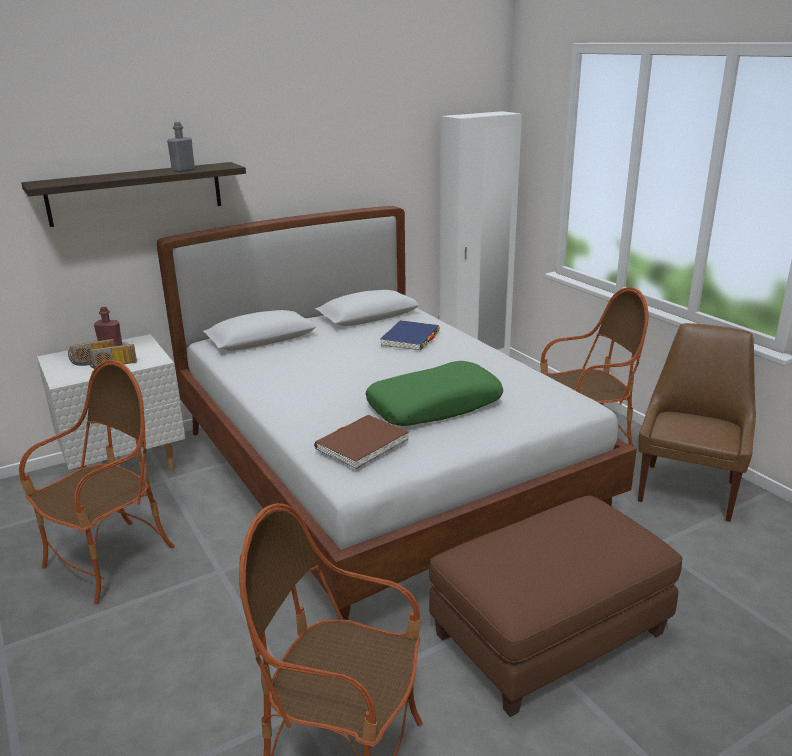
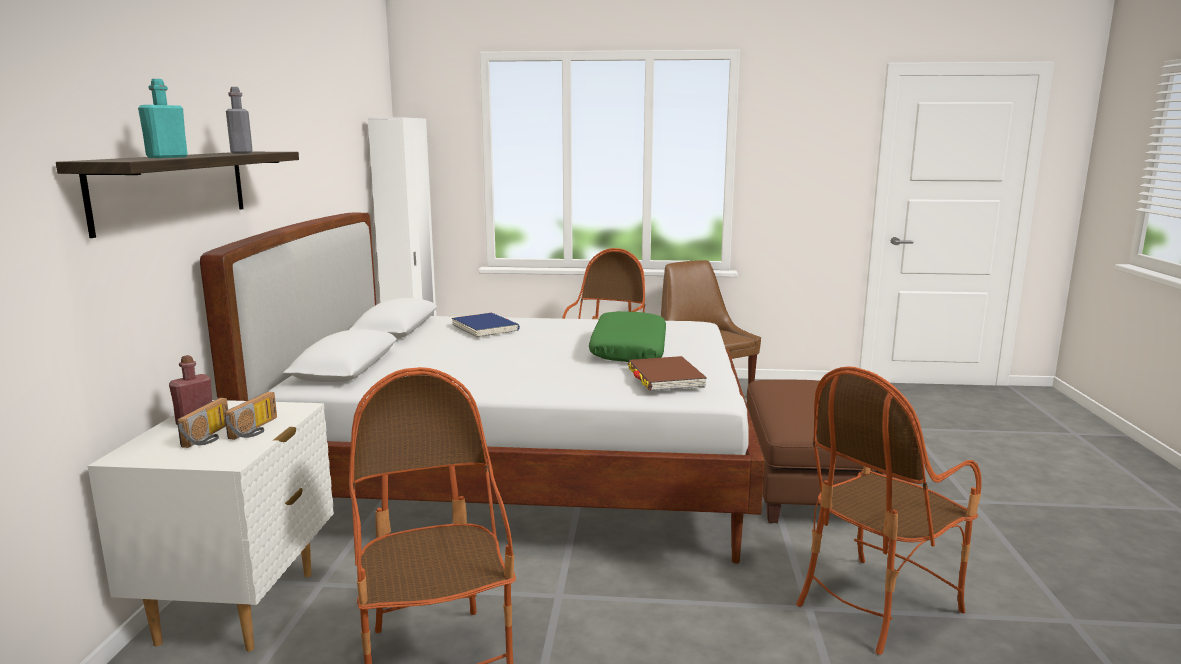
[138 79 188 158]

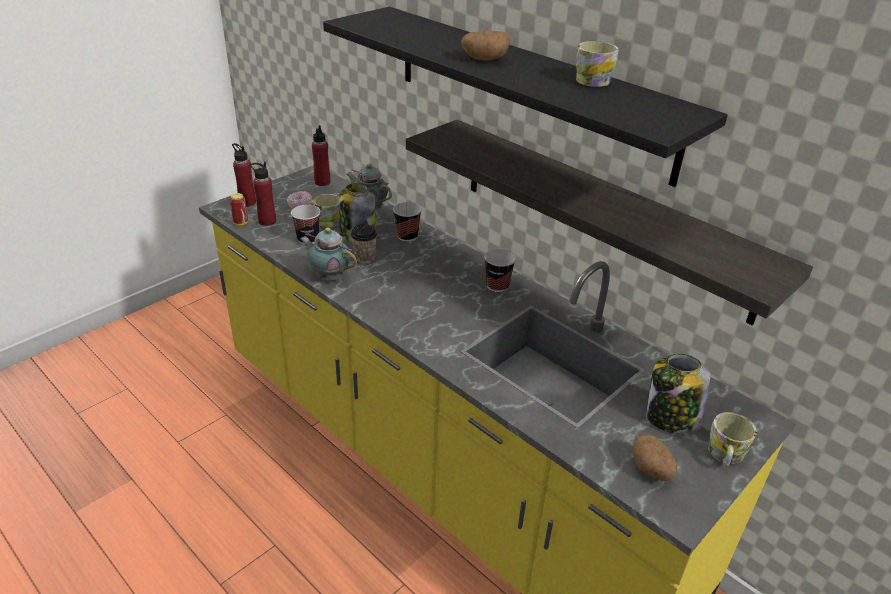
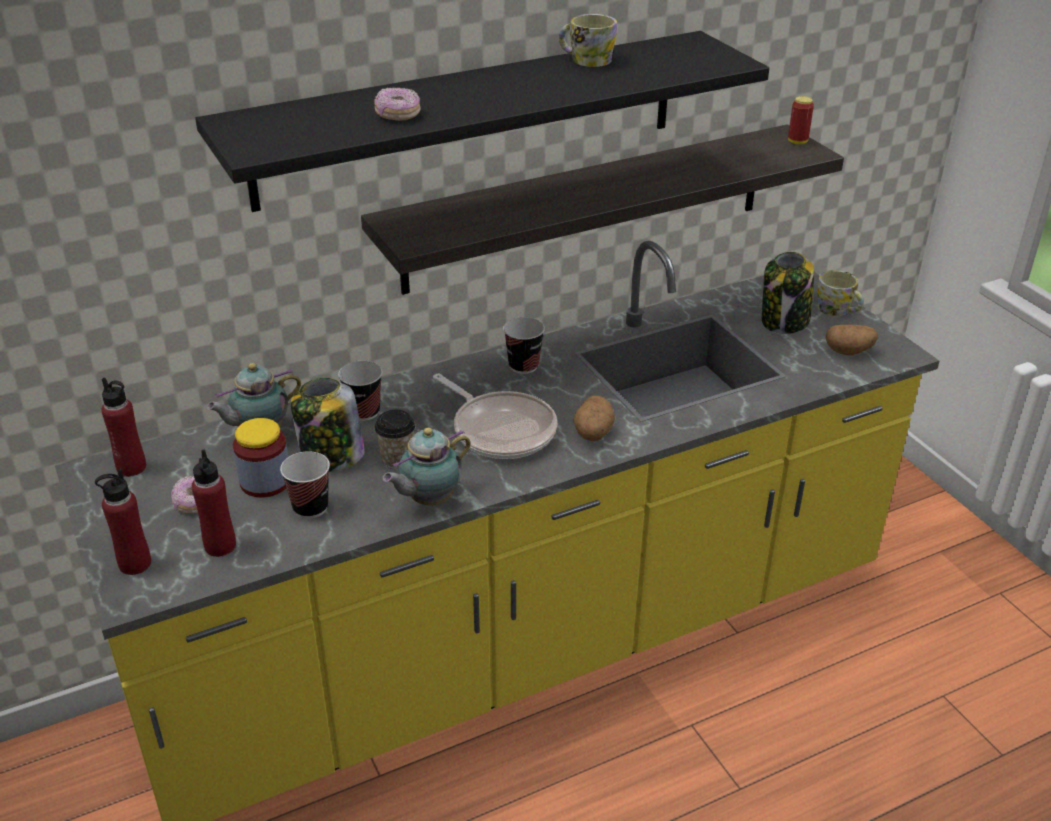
[573 396 615 441]
[788 96 814 144]
[233 418 288 498]
[374 87 420 121]
[433 374 557 459]

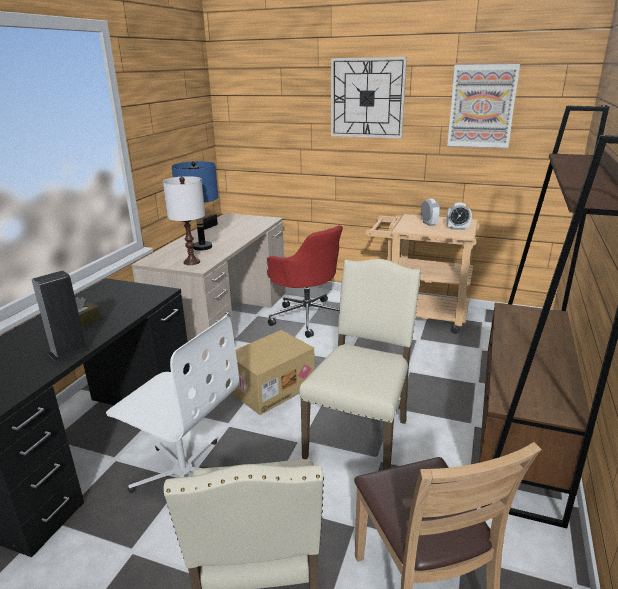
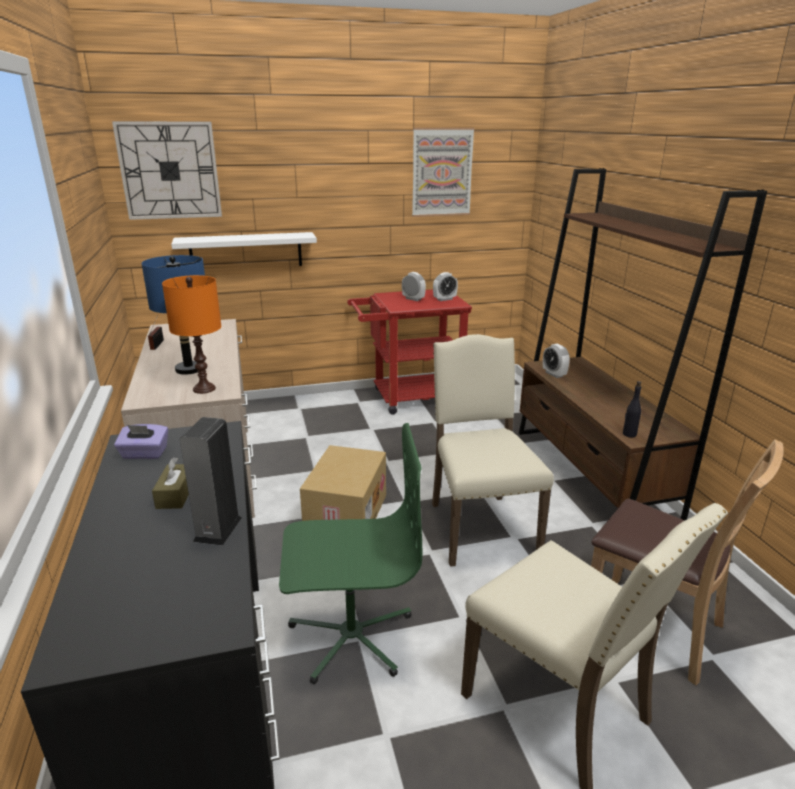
[112 121 222 220]
[162 275 221 394]
[347 289 472 415]
[267 225 343 338] (first image)
[279 423 422 684]
[171 232 317 266]
[543 344 570 378]
[623 381 641 438]
[114 424 168 459]

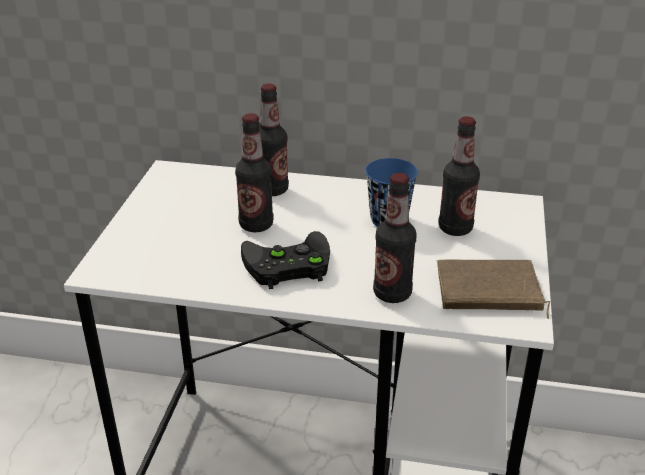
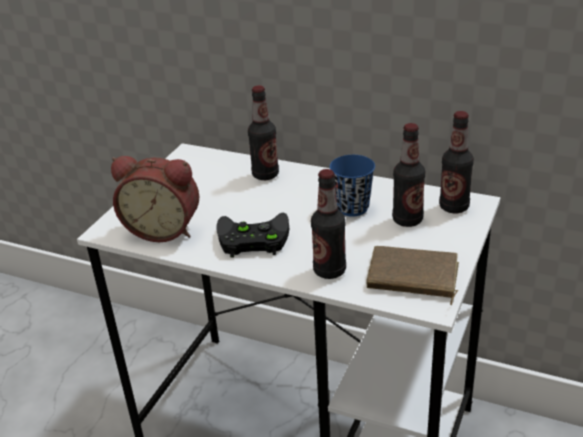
[439 111 474 213]
[111 156 199 242]

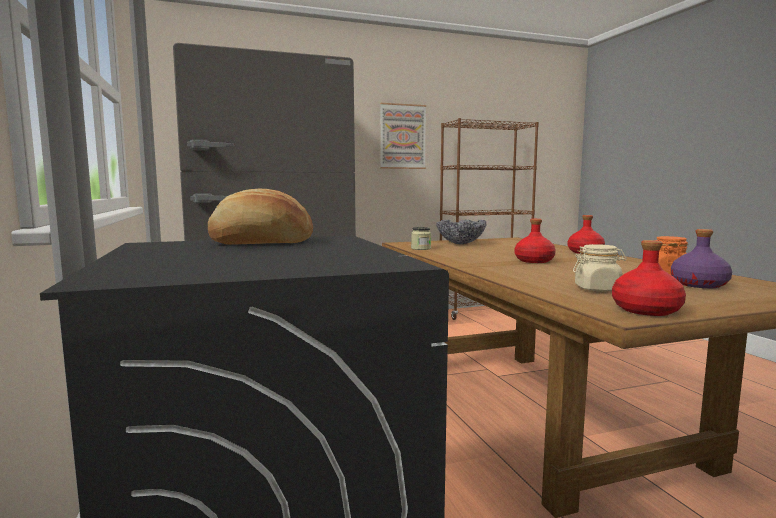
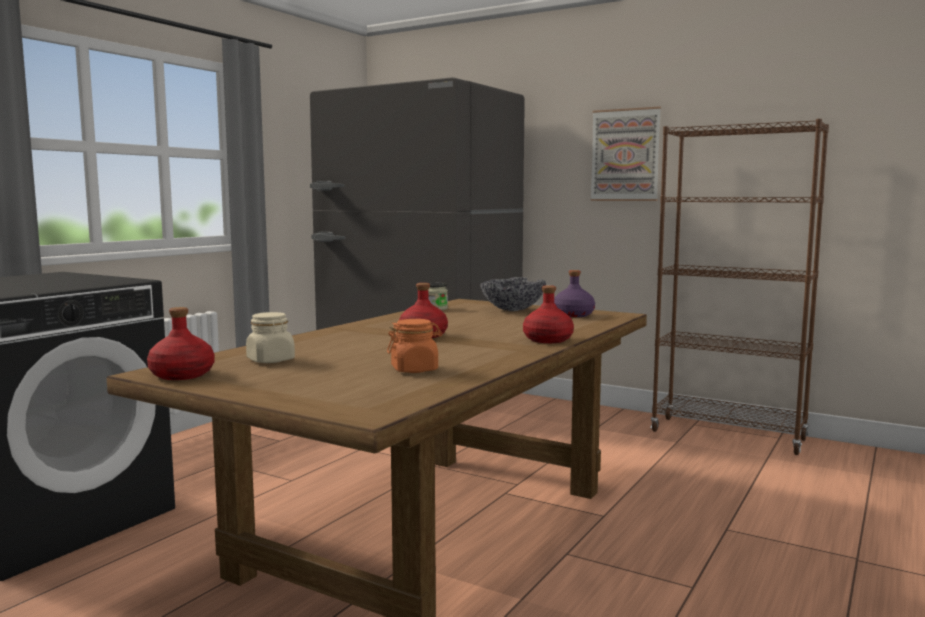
[208 189 313 245] (first image)
[554 270 595 317]

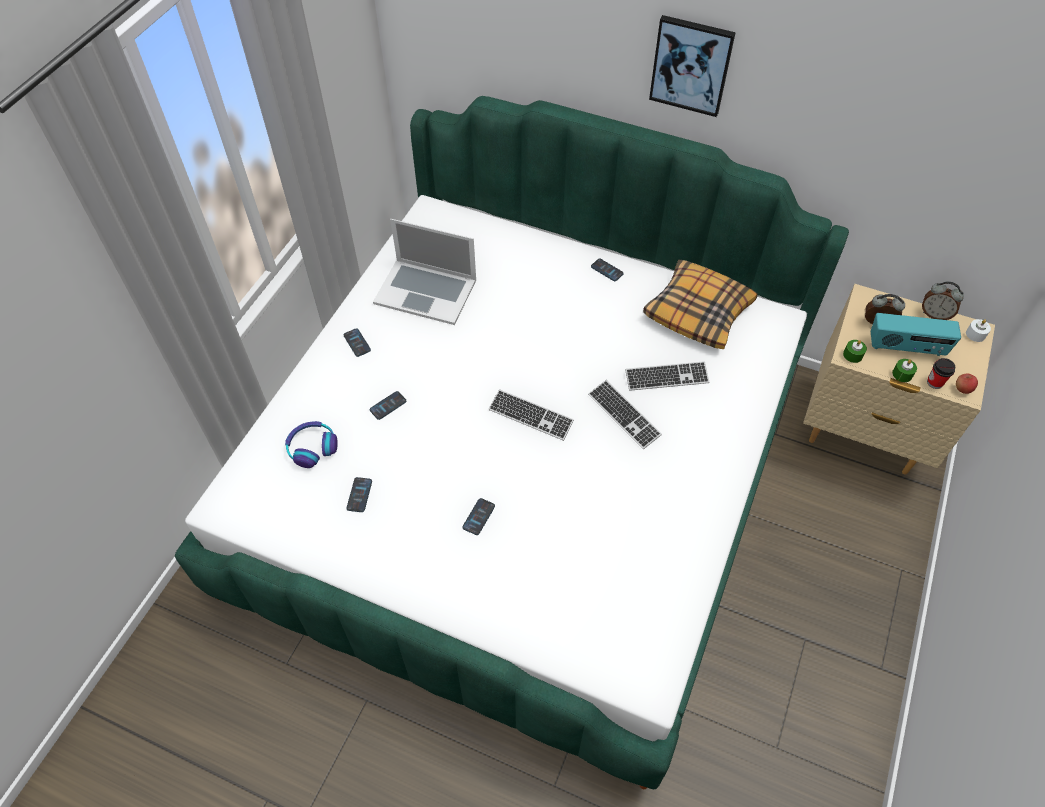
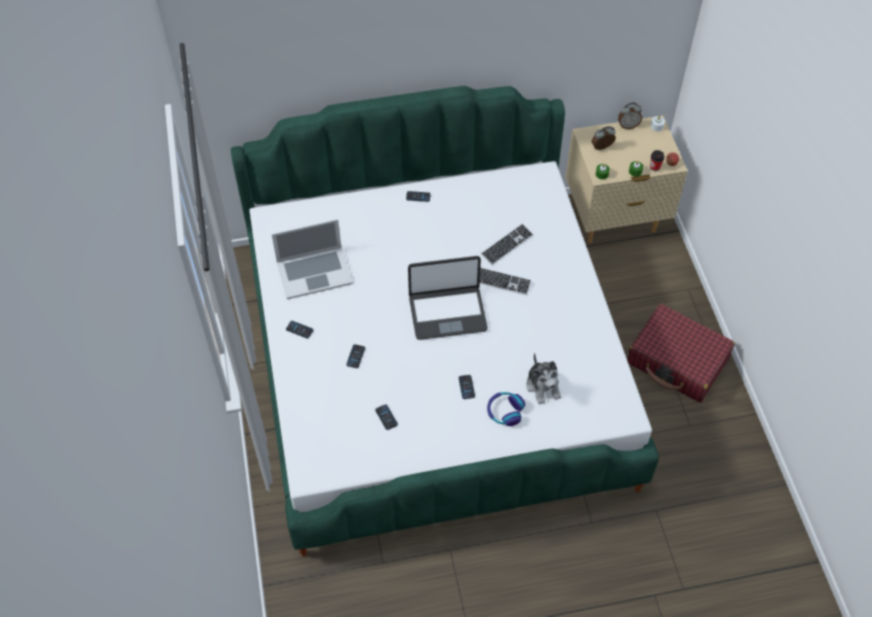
[649 15 736 117] (first image)
[643 260 758 349] (first image)
[871 313 961 356] (first image)
[408 256 488 340]
[487 392 525 426]
[627 304 735 402]
[526 353 561 404]

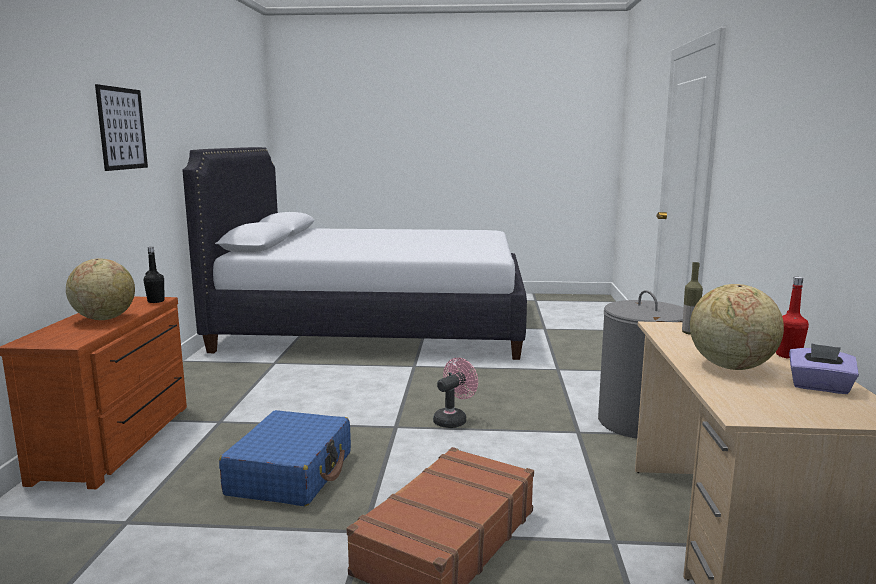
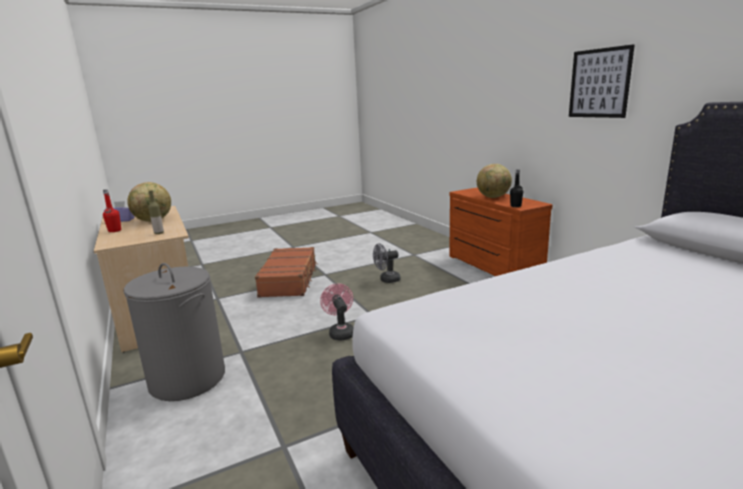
[320 283 354 341]
[373 244 400 283]

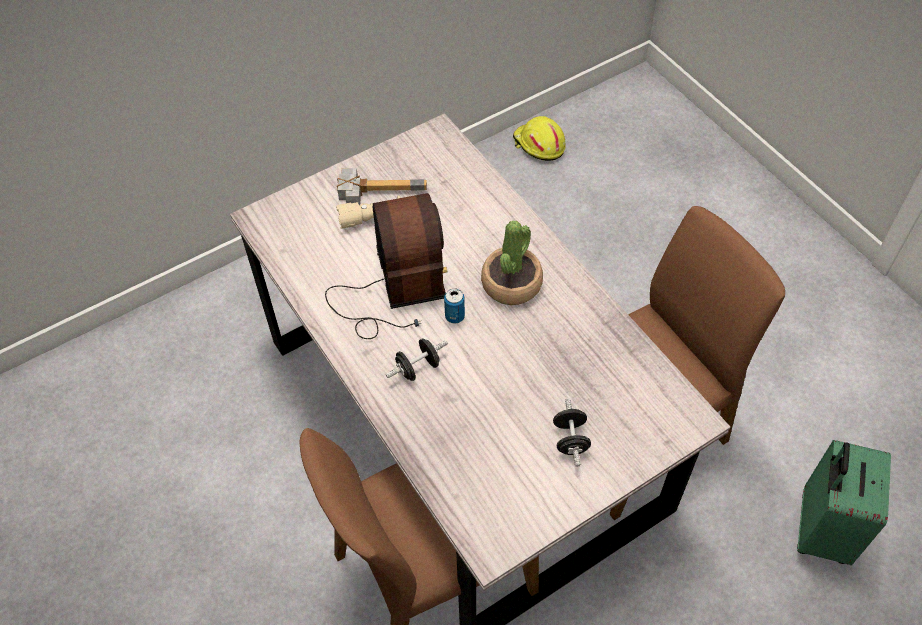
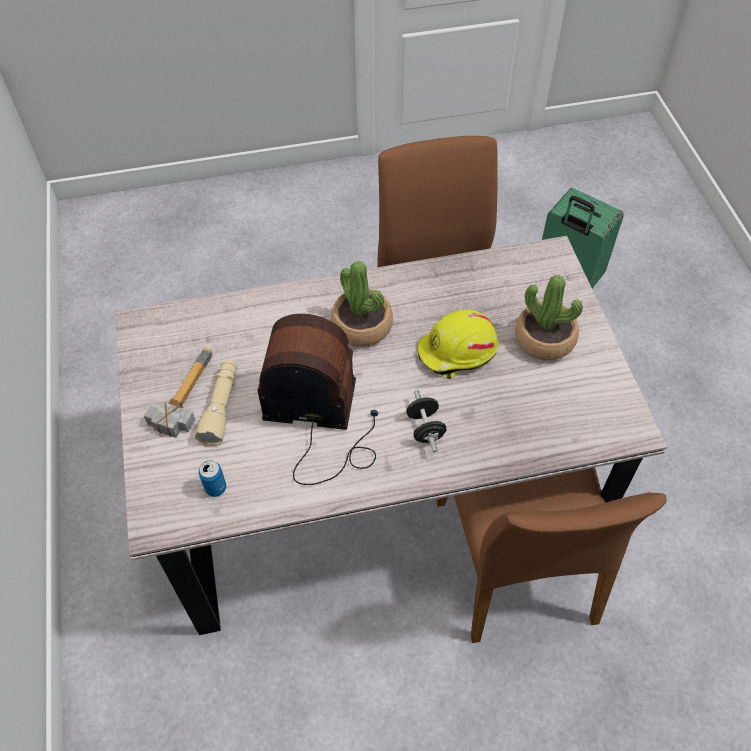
[418 310 499 379]
[198 460 226 497]
[515 275 583 361]

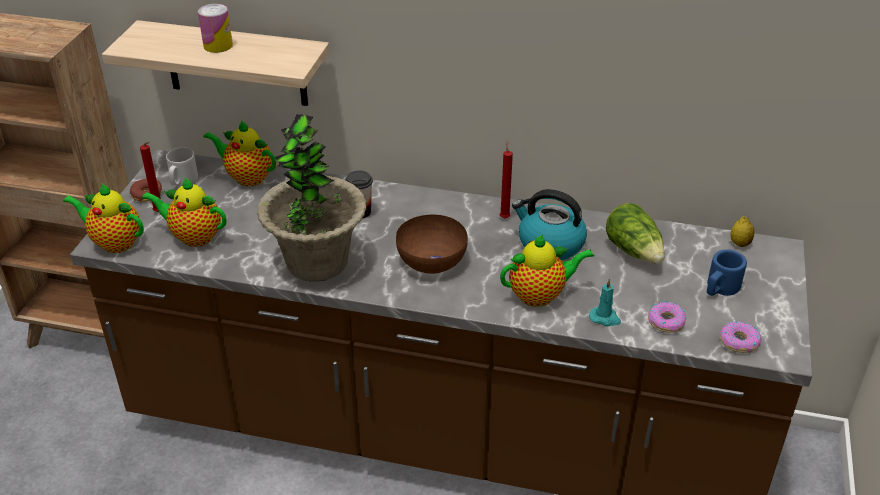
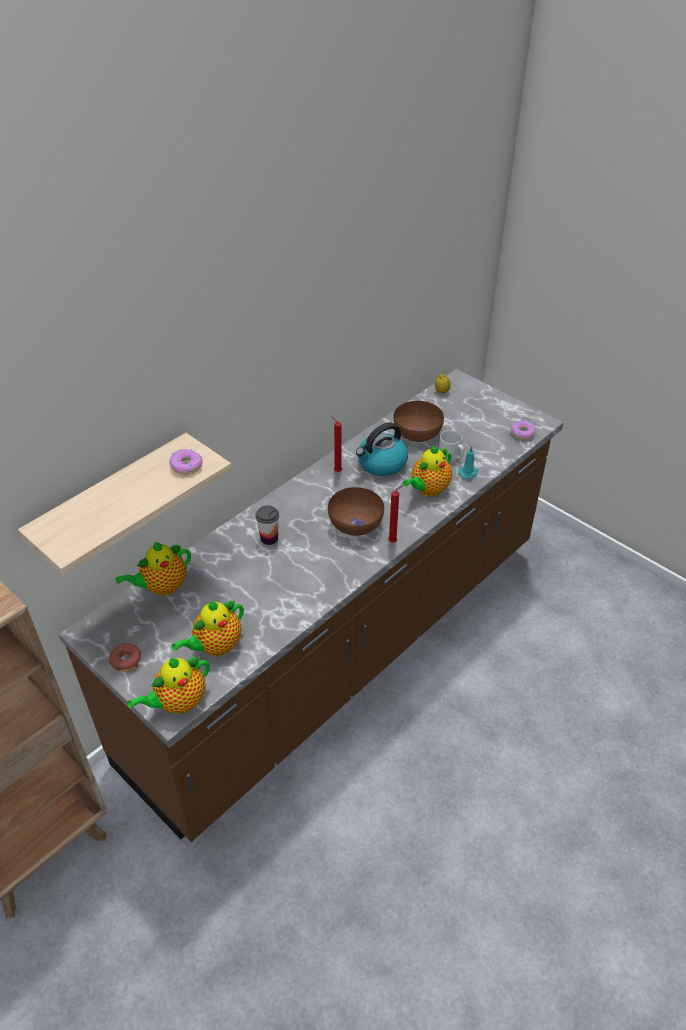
[198 4 233 53] (first image)
[257 114 366 282] (first image)
[388 485 403 543]
[439 430 464 462]
[394 401 444 442]
[403 445 452 496]
[707 249 747 296] (first image)
[169 449 202 475]

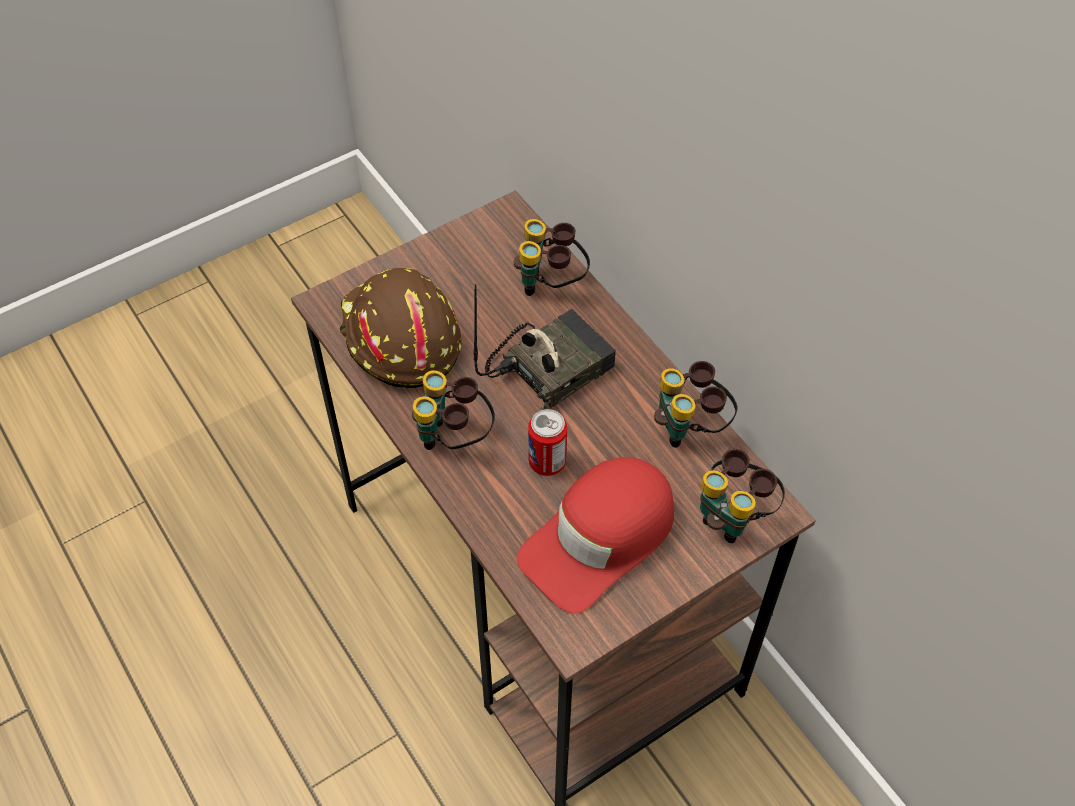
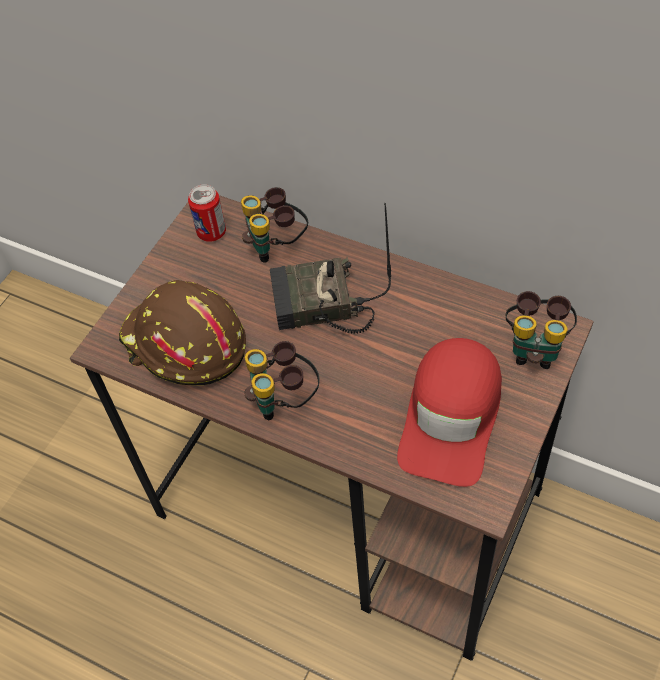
[270 203 391 334]
[654 361 738 448] (first image)
[188 184 226 242]

